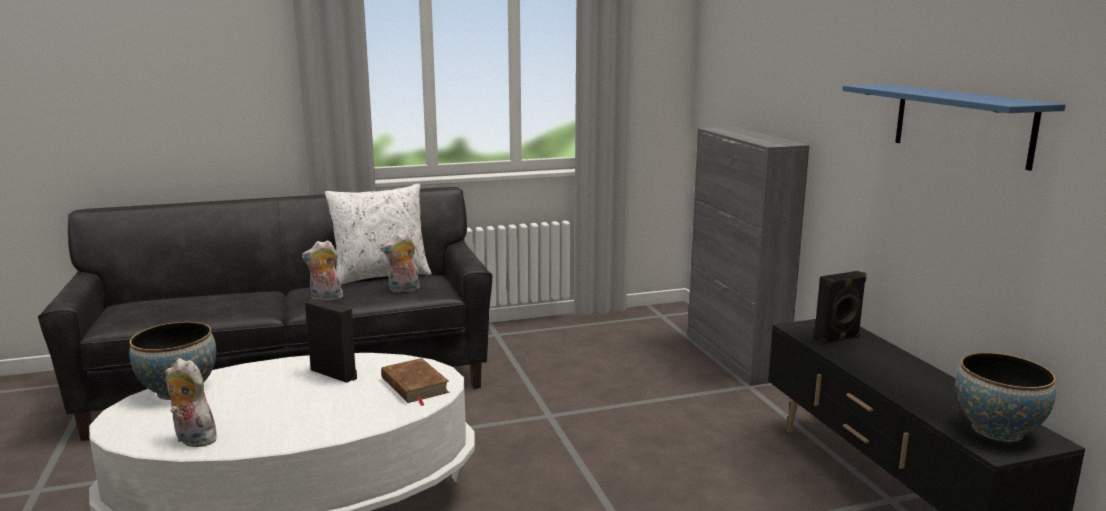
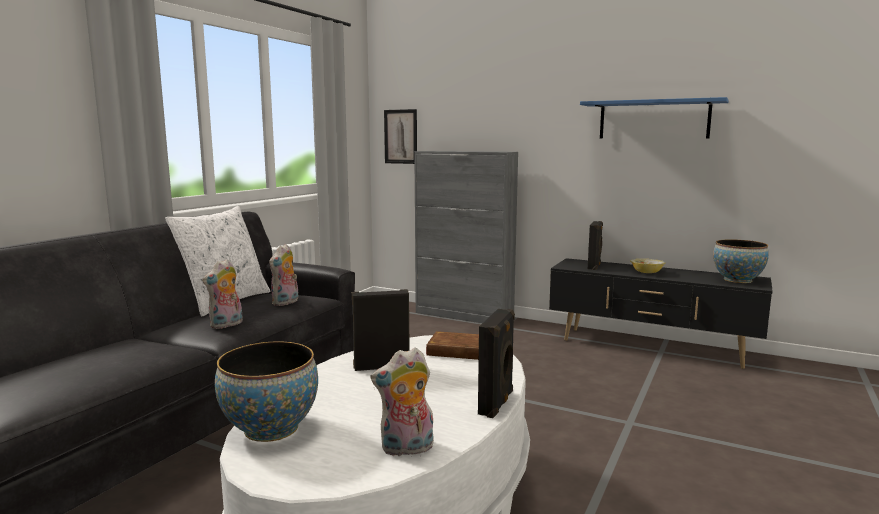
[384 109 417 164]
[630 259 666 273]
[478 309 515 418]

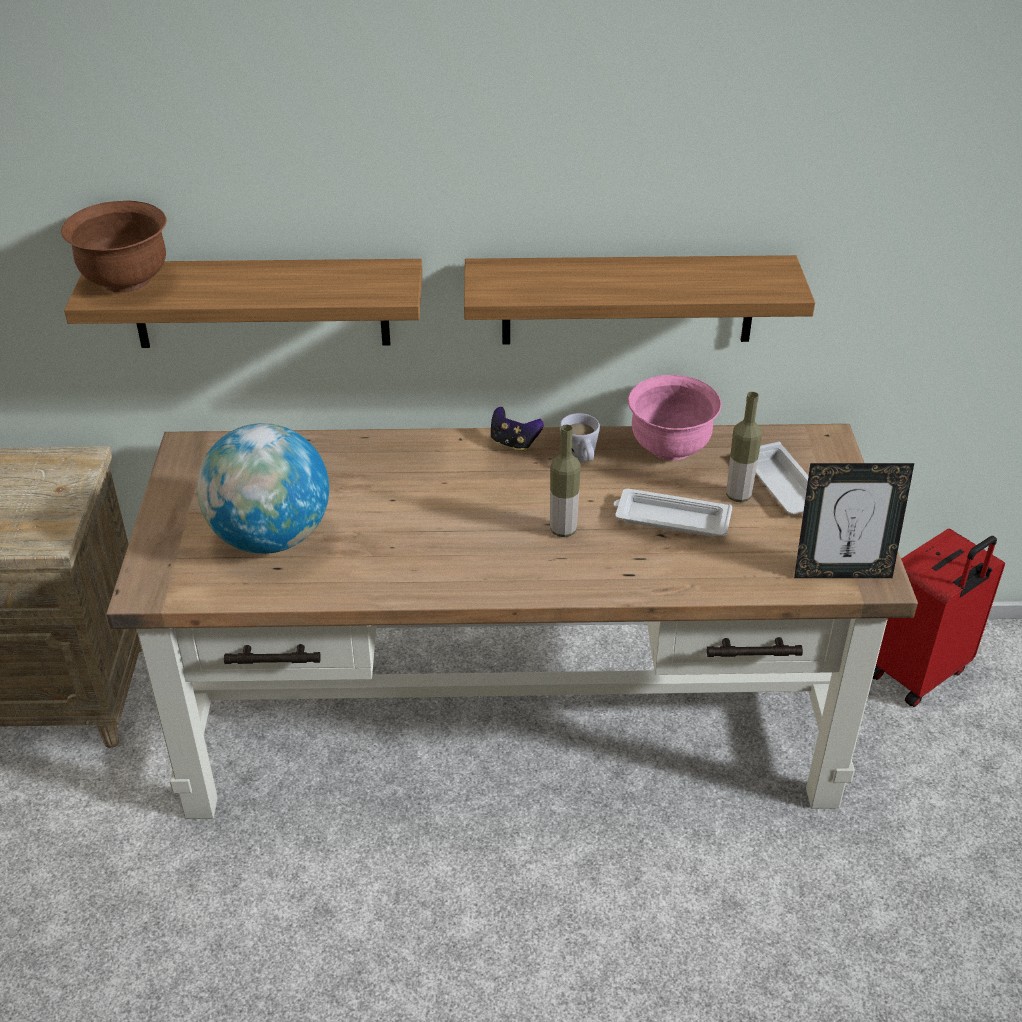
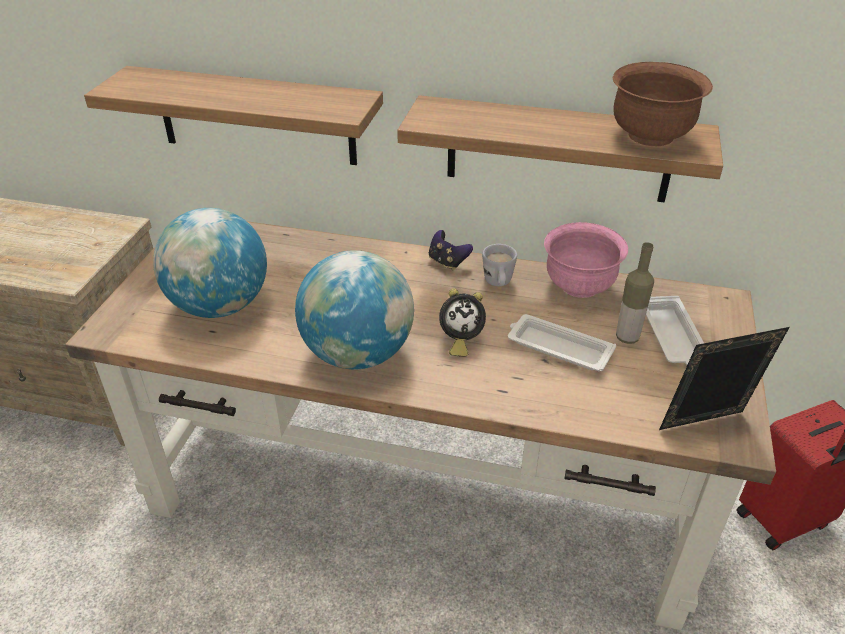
[613 62 713 146]
[439 288 486 357]
[659 327 790 430]
[295 250 414 369]

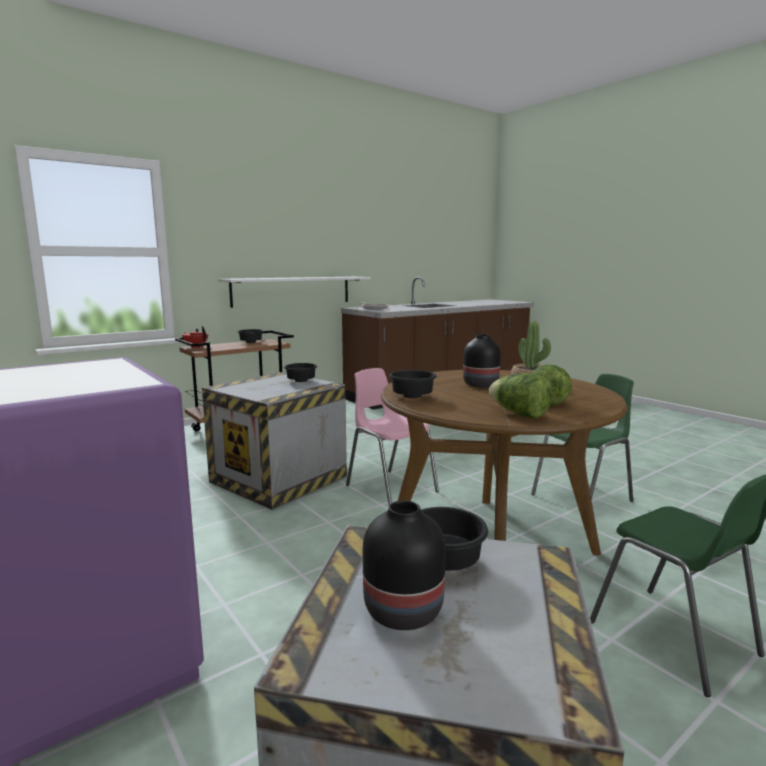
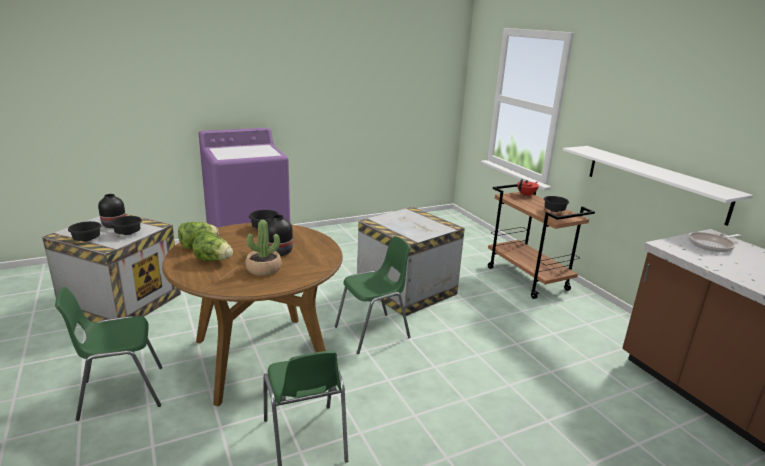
[68 221 101 241]
[335 236 411 354]

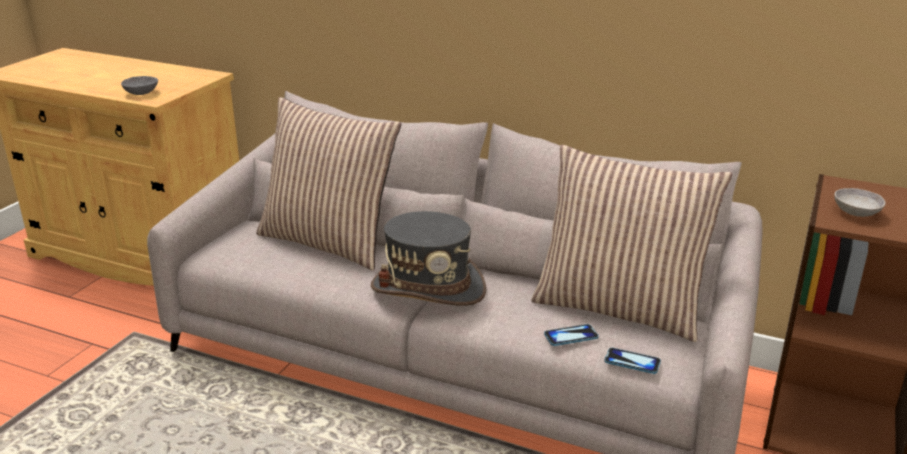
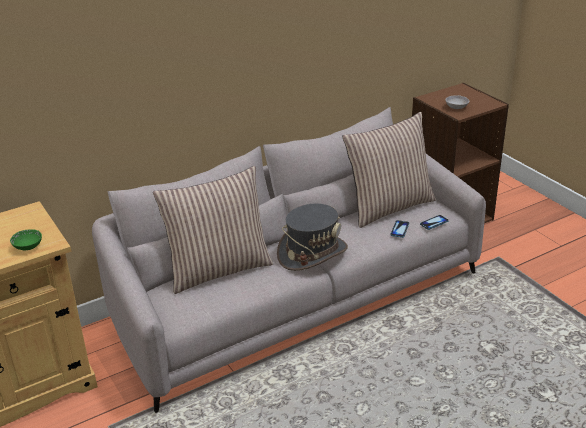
[10 229 42 250]

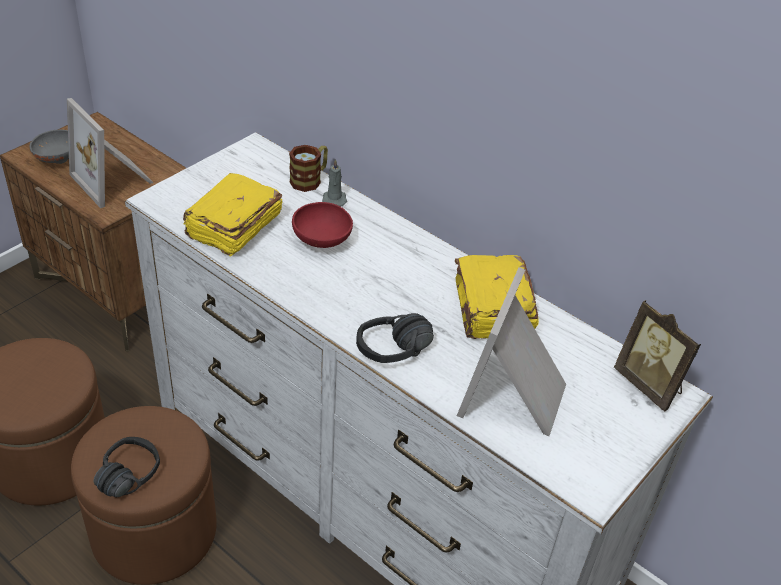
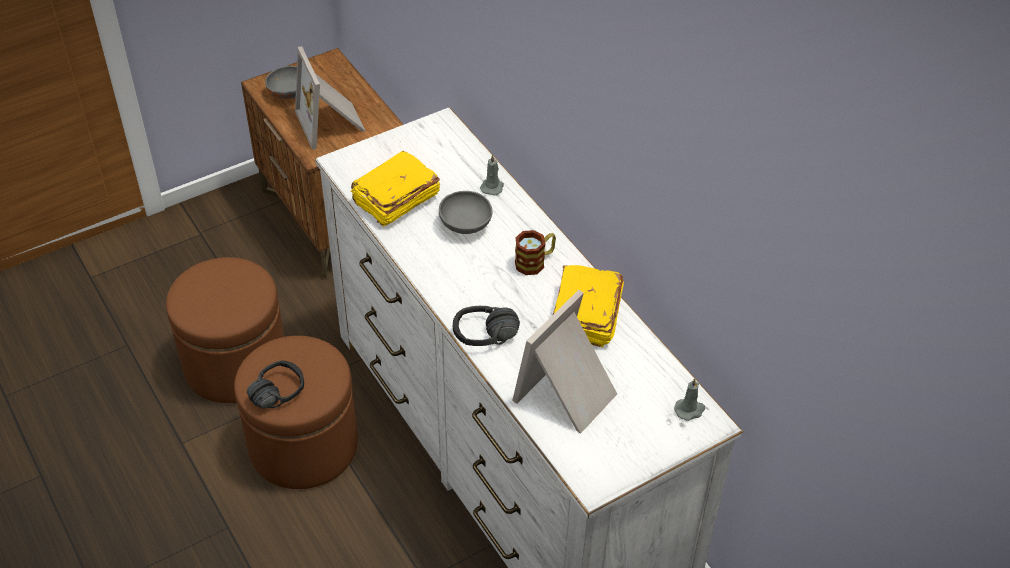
[515 230 556 275]
[439 191 492 234]
[674 378 705 421]

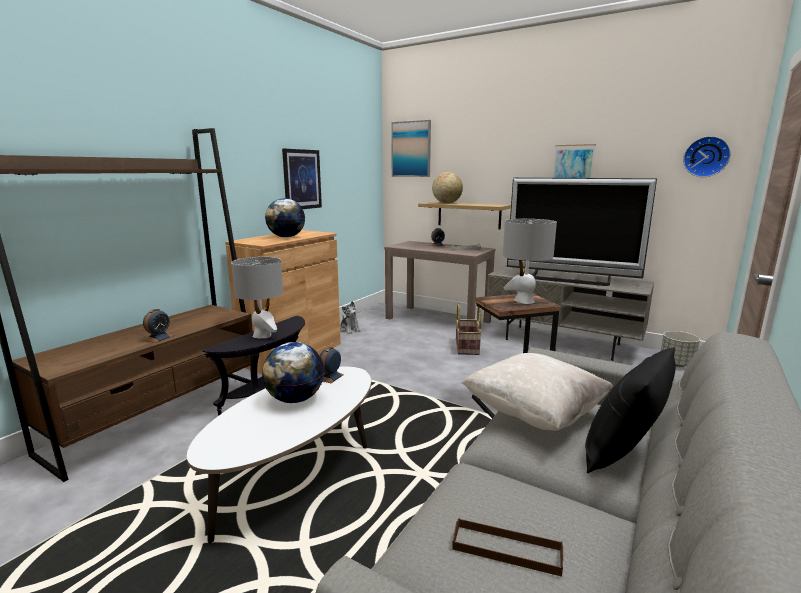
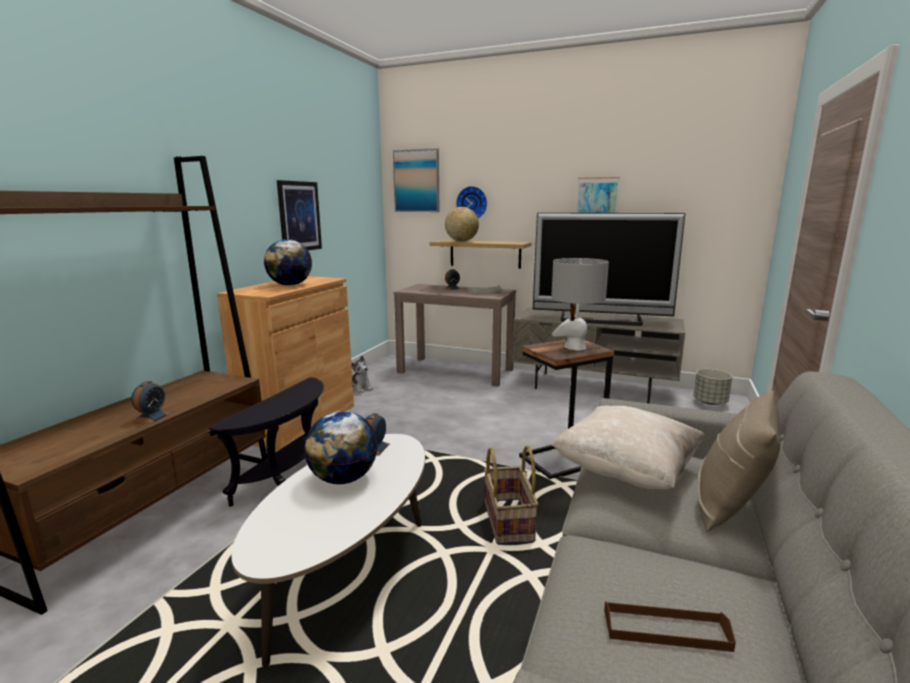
[456 186 487 219]
[231 257 283 338] (first image)
[484 446 538 544]
[698 390 781 532]

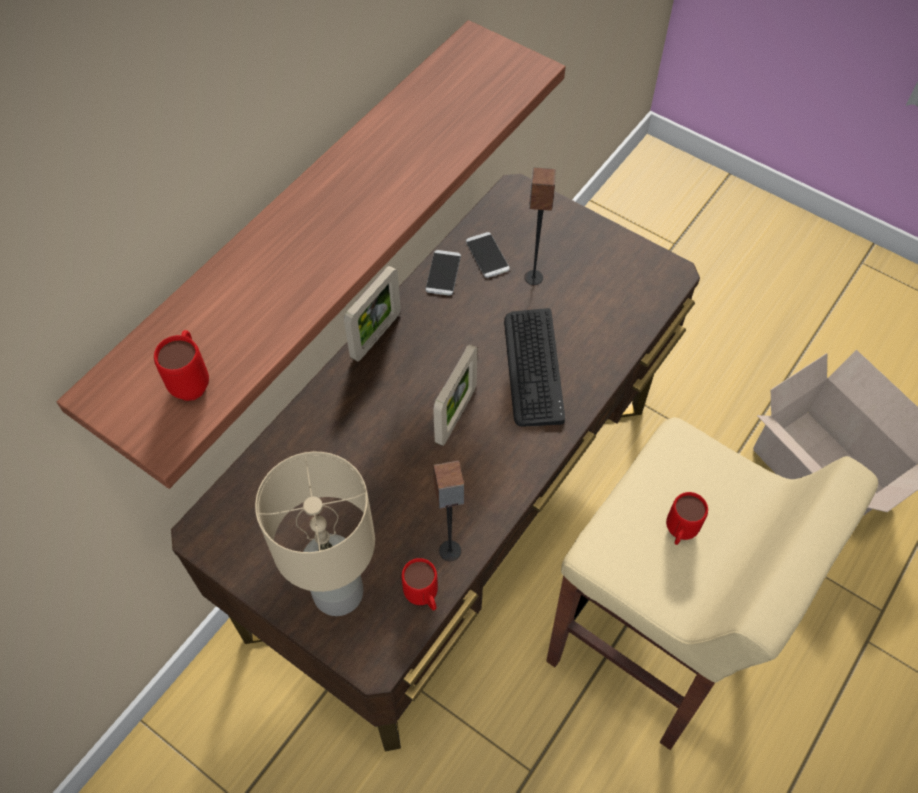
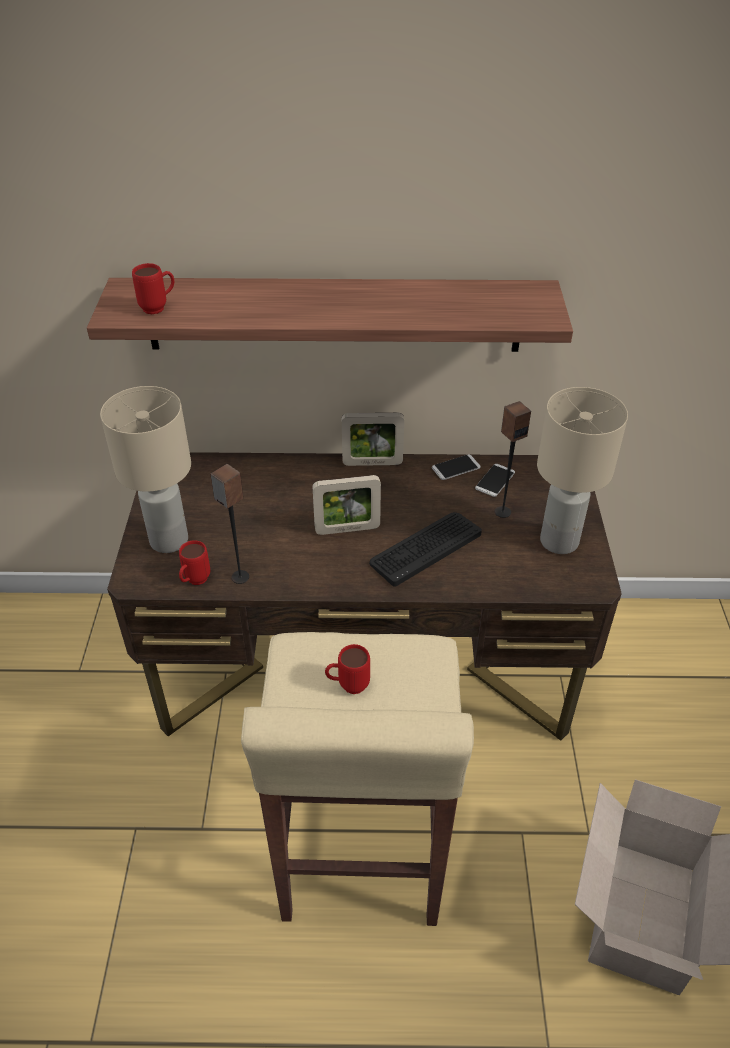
[537 387 628 554]

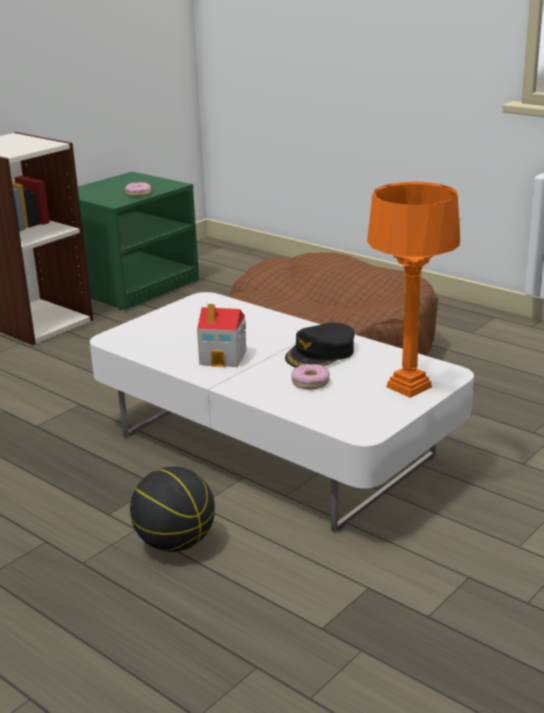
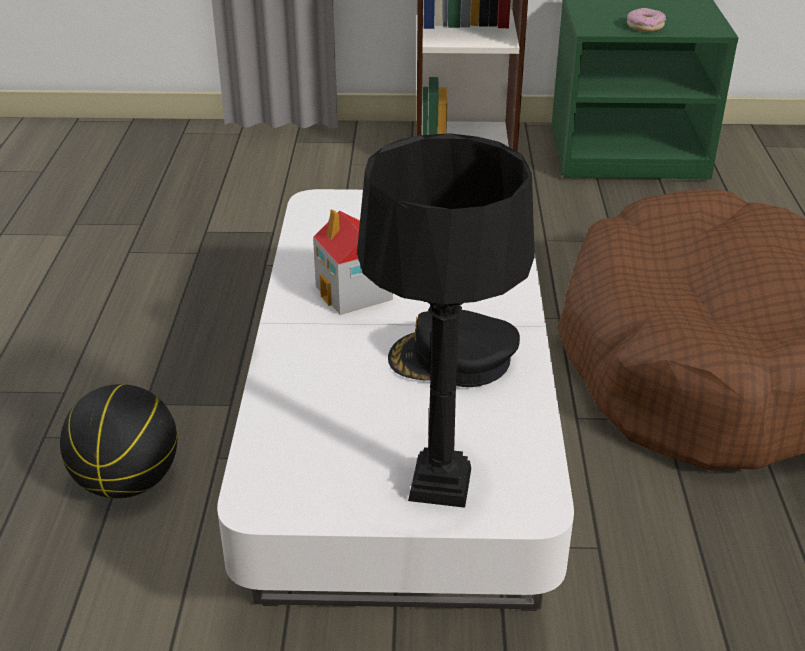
[357 133 535 508]
[291 364 330 389] (first image)

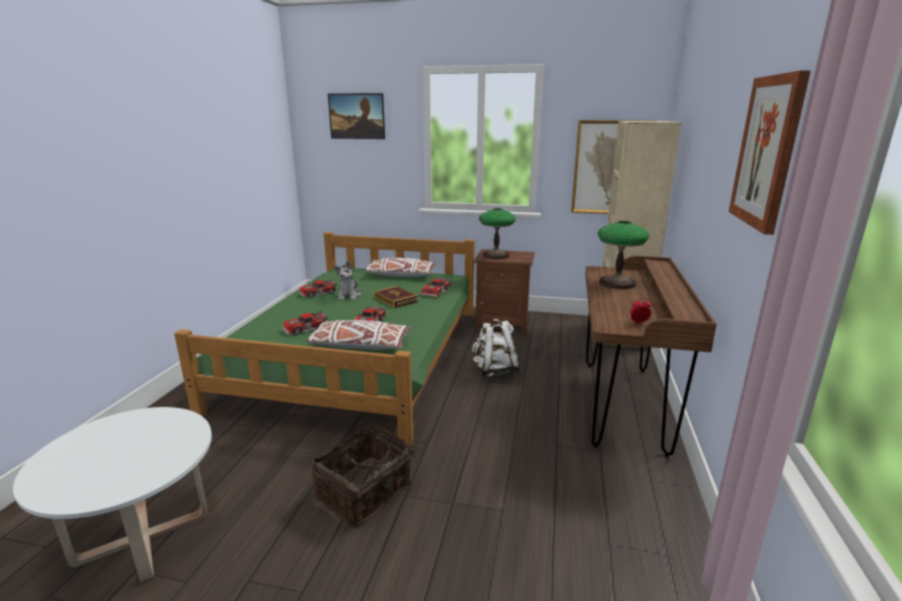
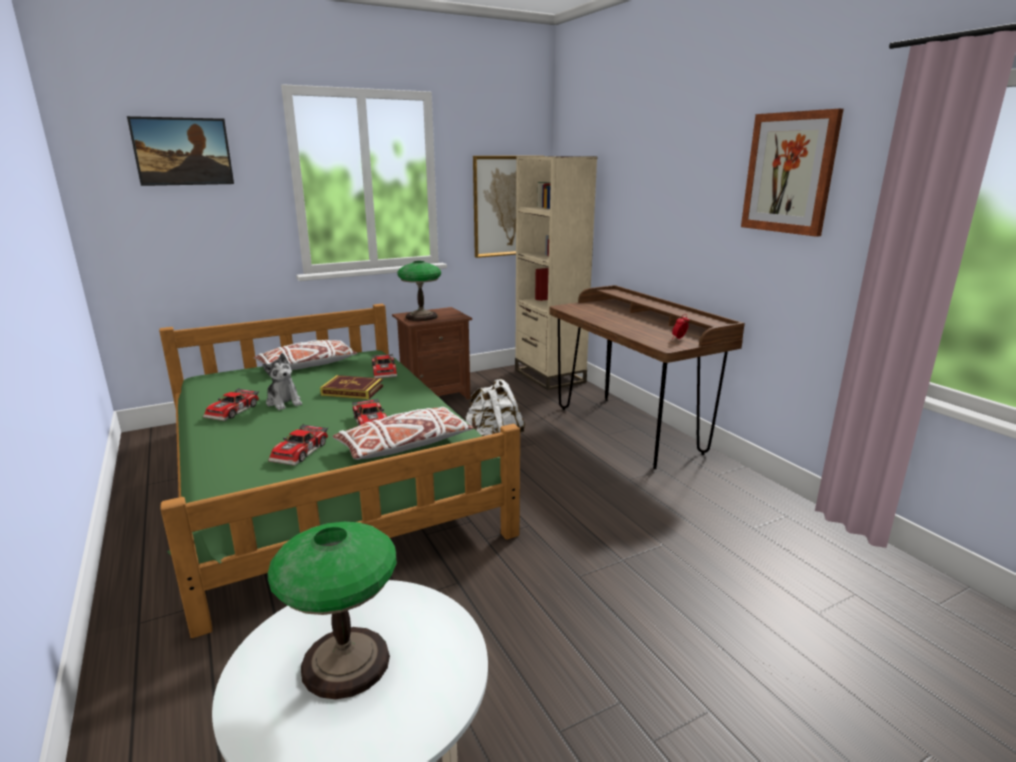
[268 522 397 699]
[311 424 423 528] (first image)

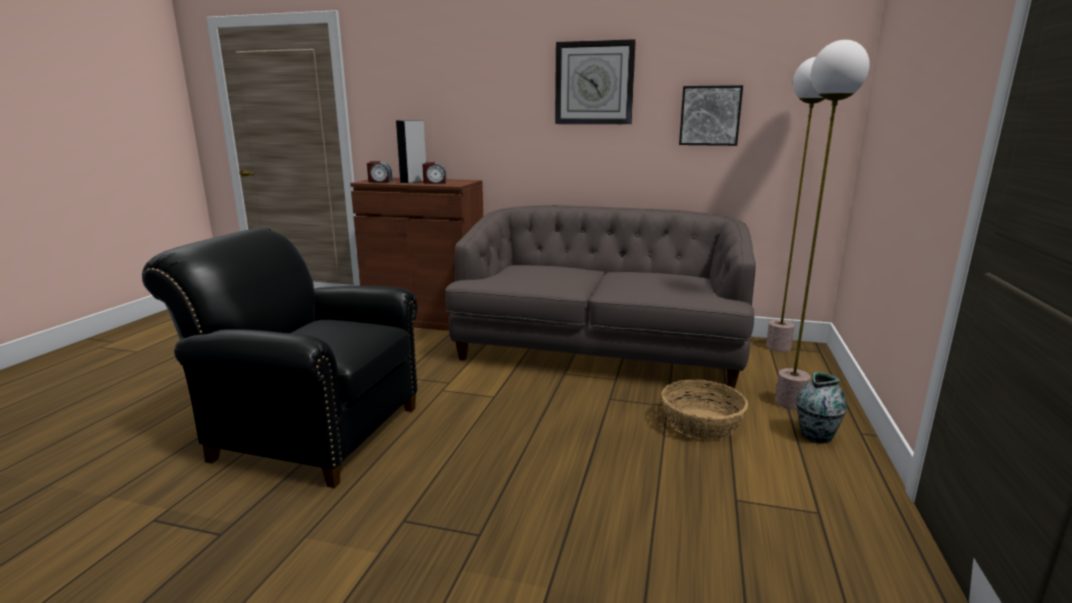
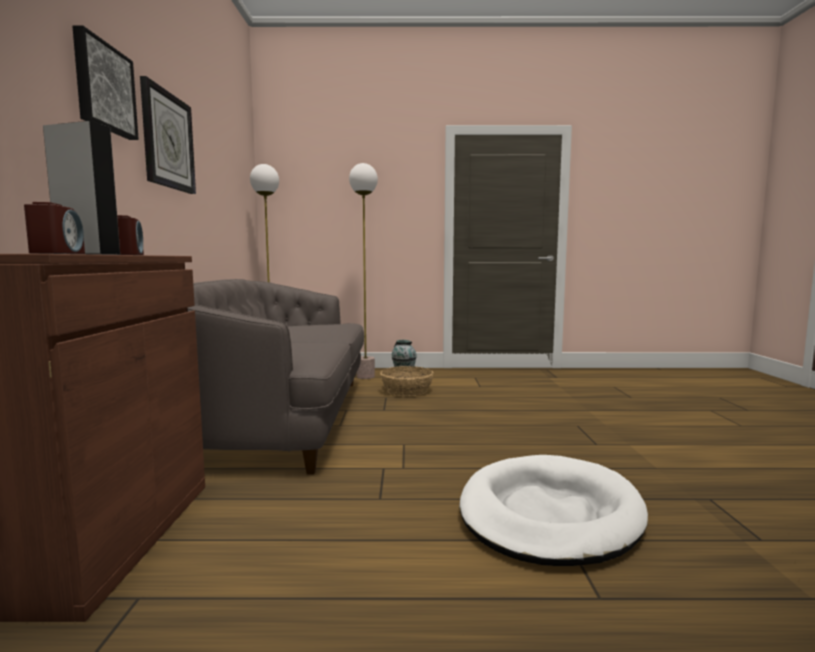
[72 25 139 140]
[459 455 648 566]

